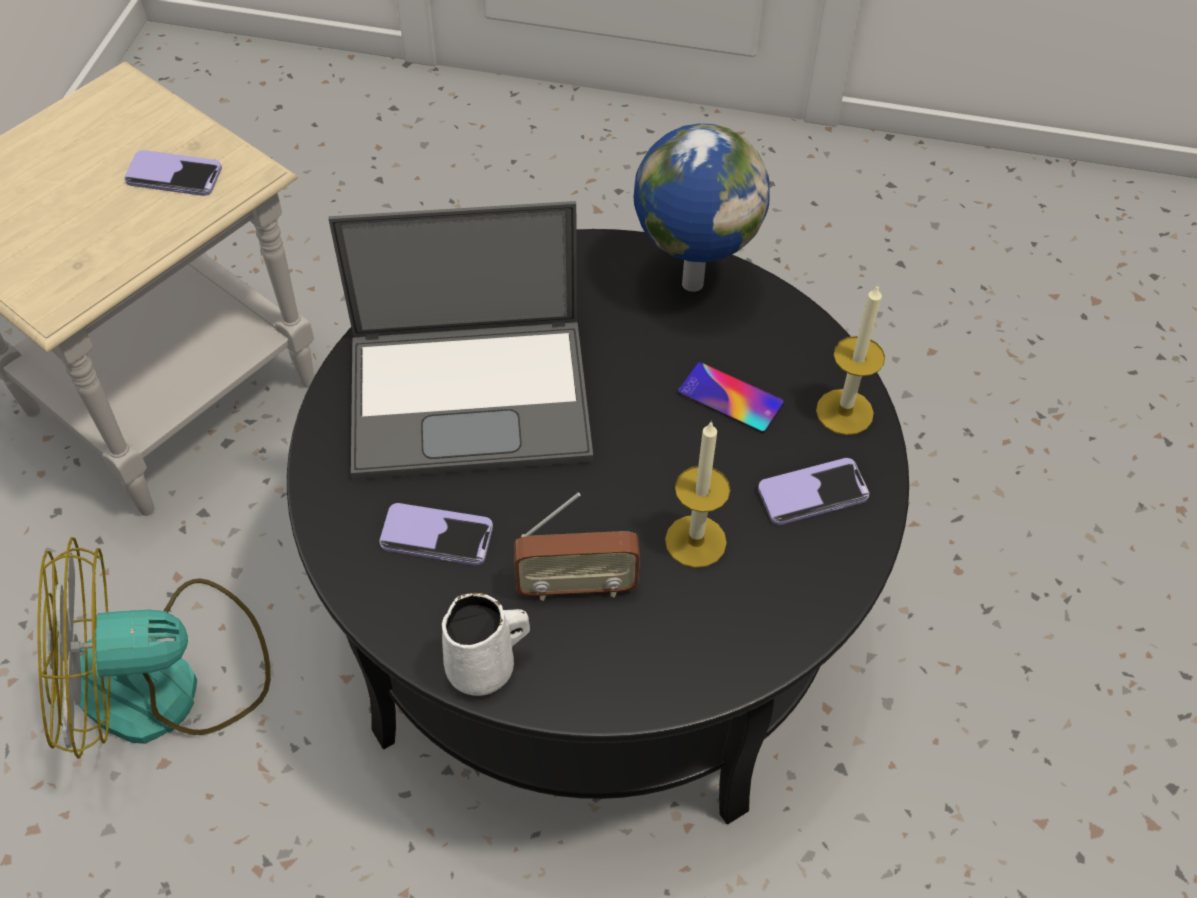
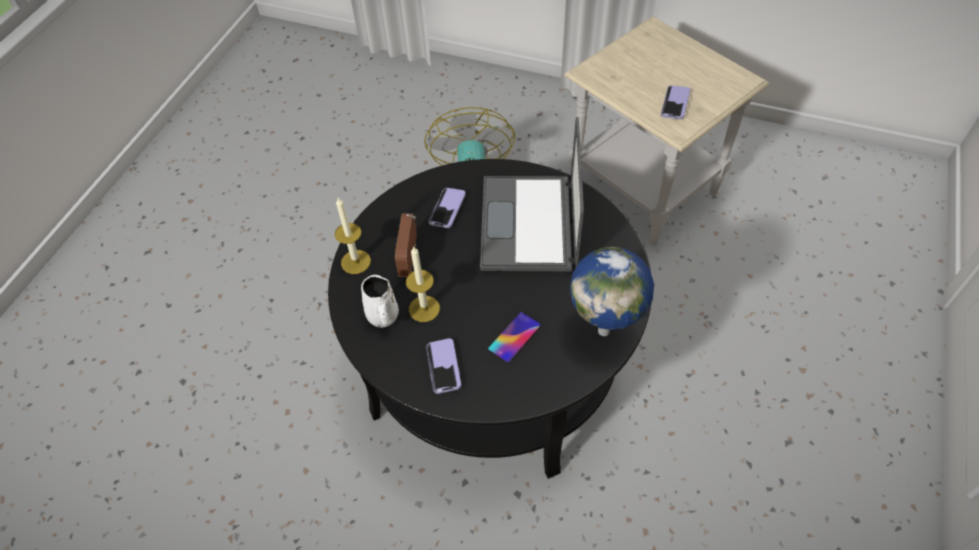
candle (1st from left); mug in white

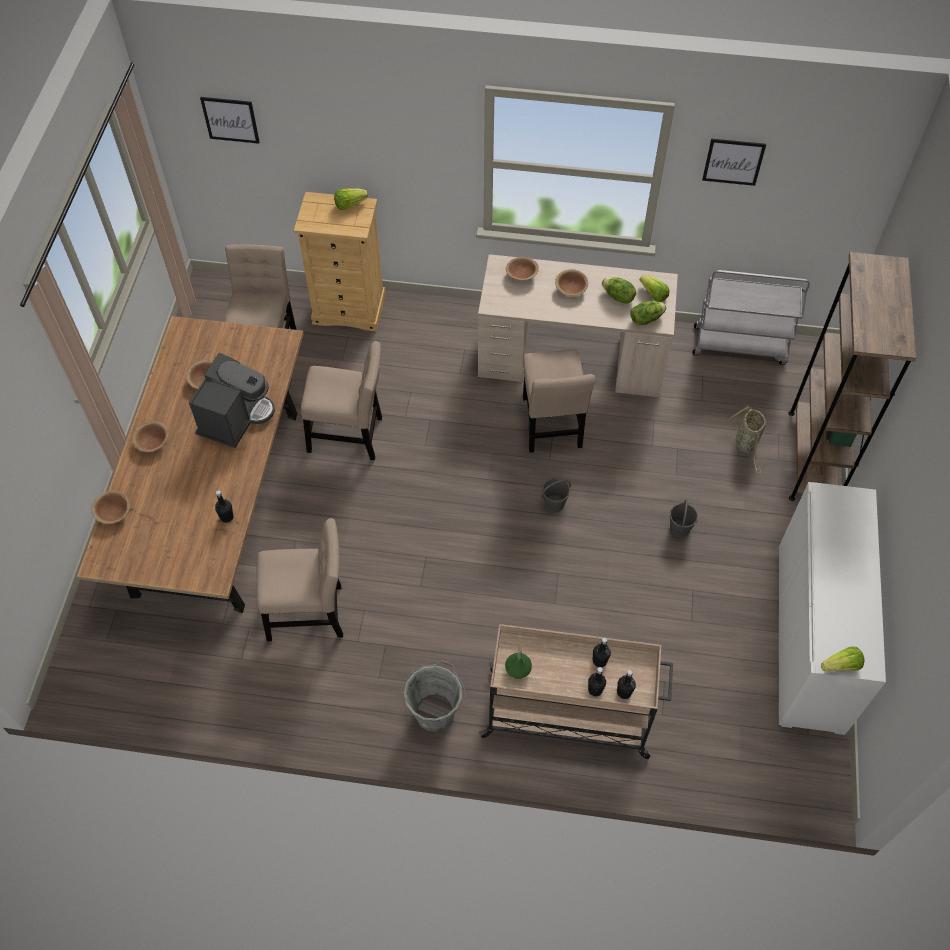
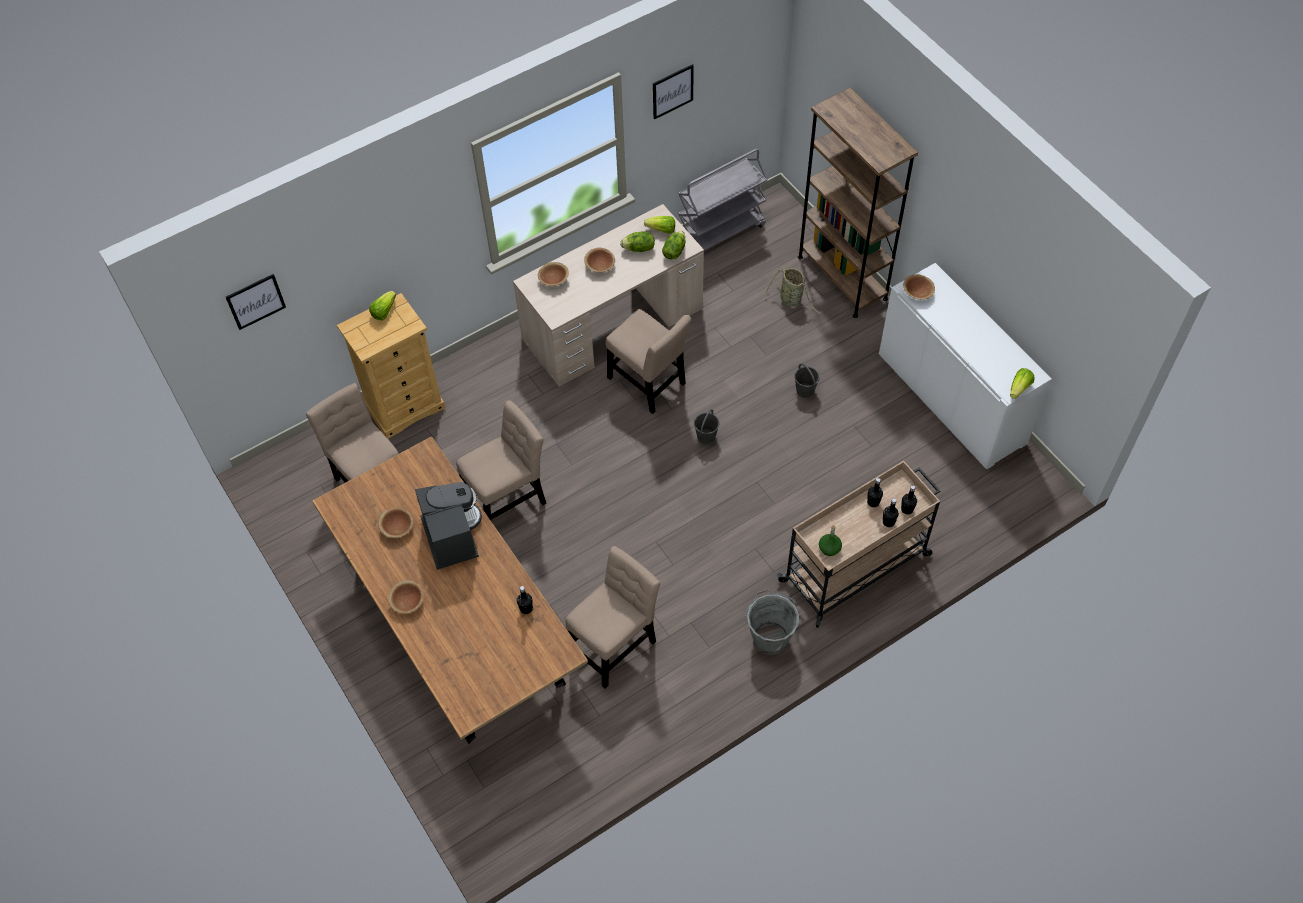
bowl in brown (5th from left)

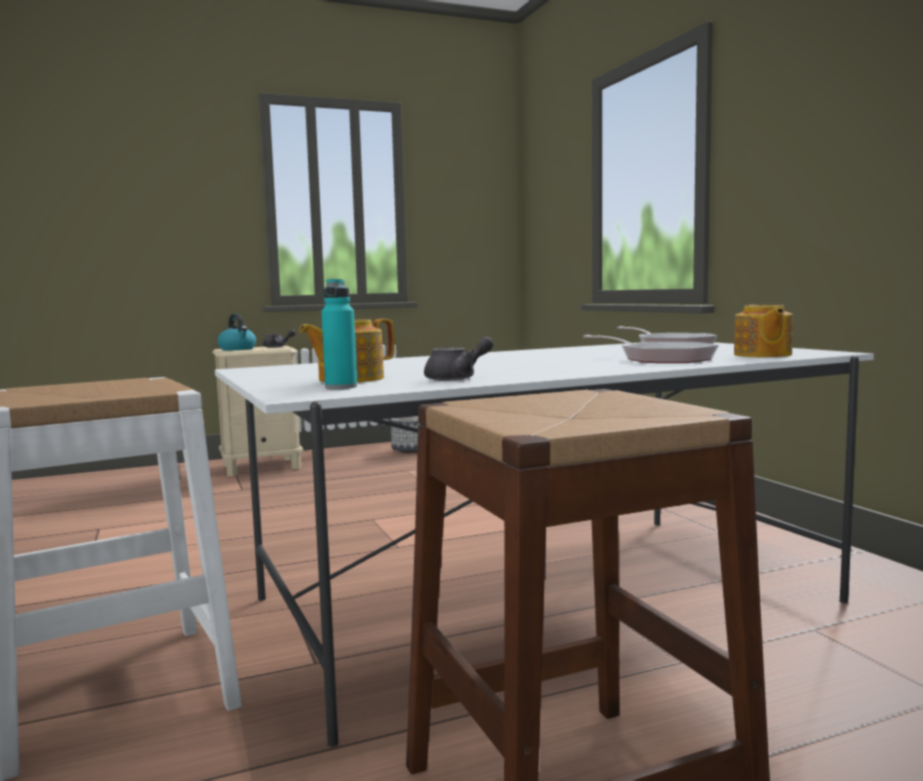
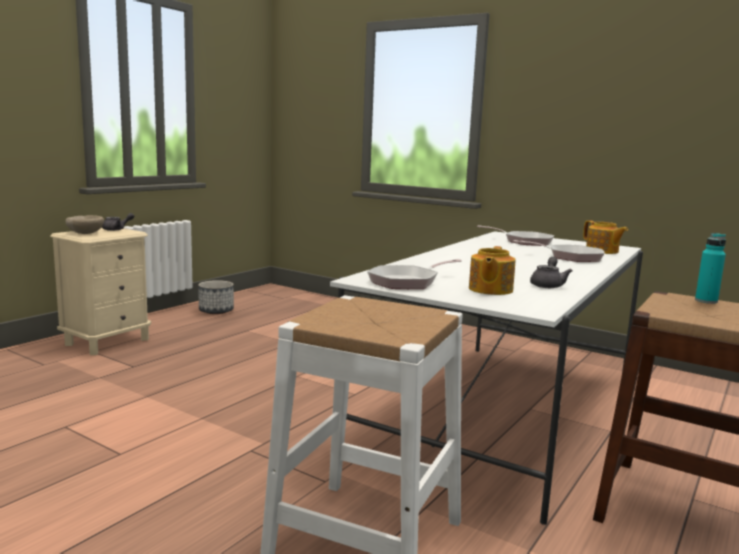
bottle in turquoise; bowl in beige; frying pan (1st from left)

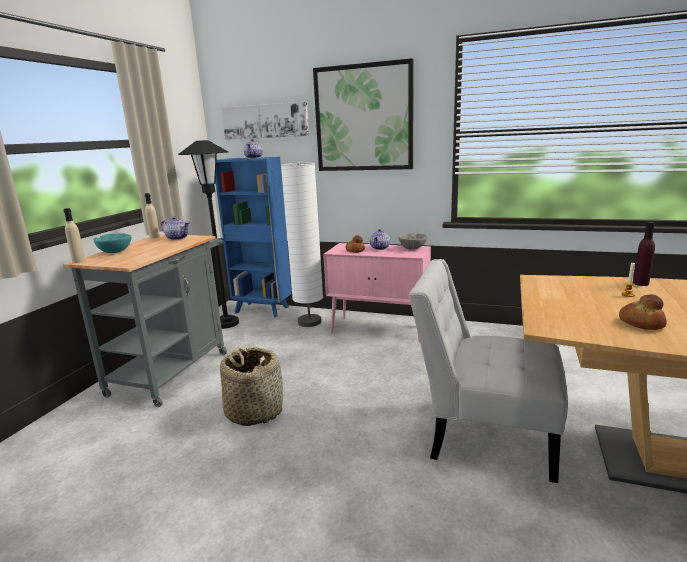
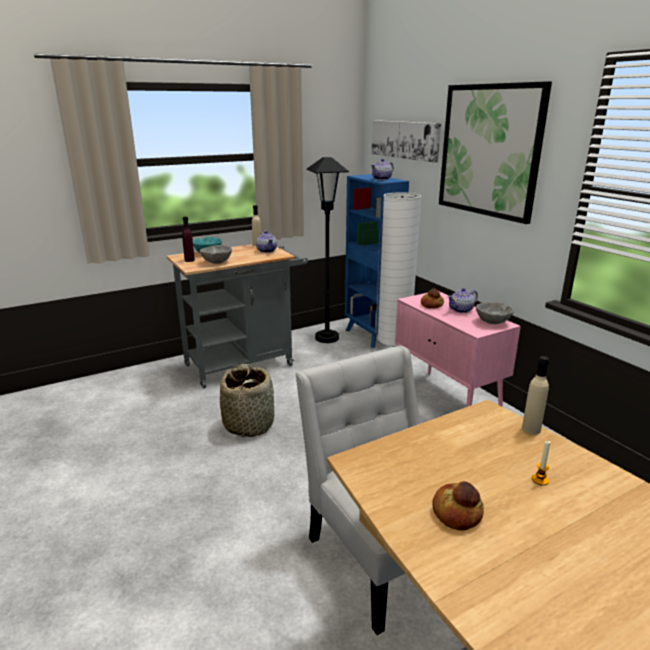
bottle in beige (2nd from left); bottle in purple; bowl in grey (1st from left)

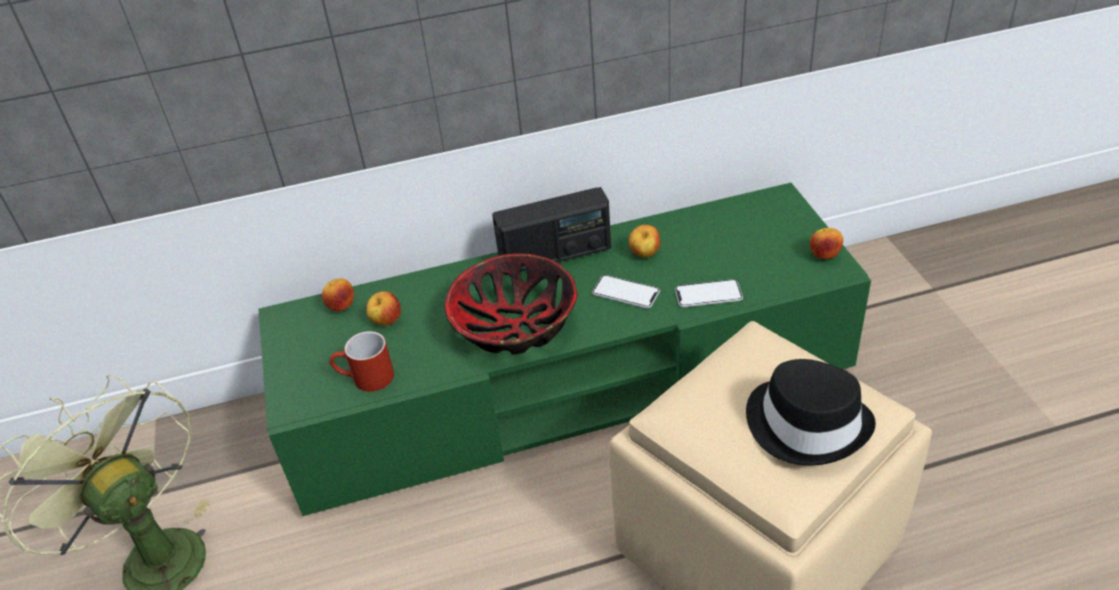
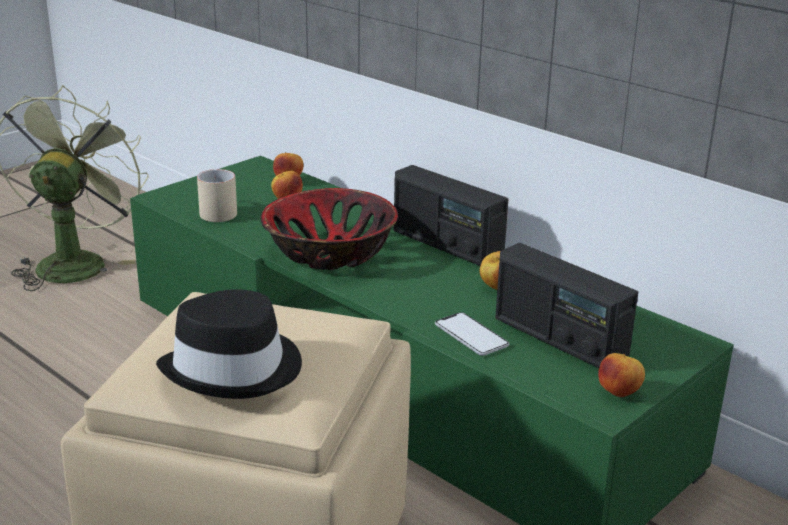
phone (1st from left in the first image); mug in beige; radio (2nd from left)

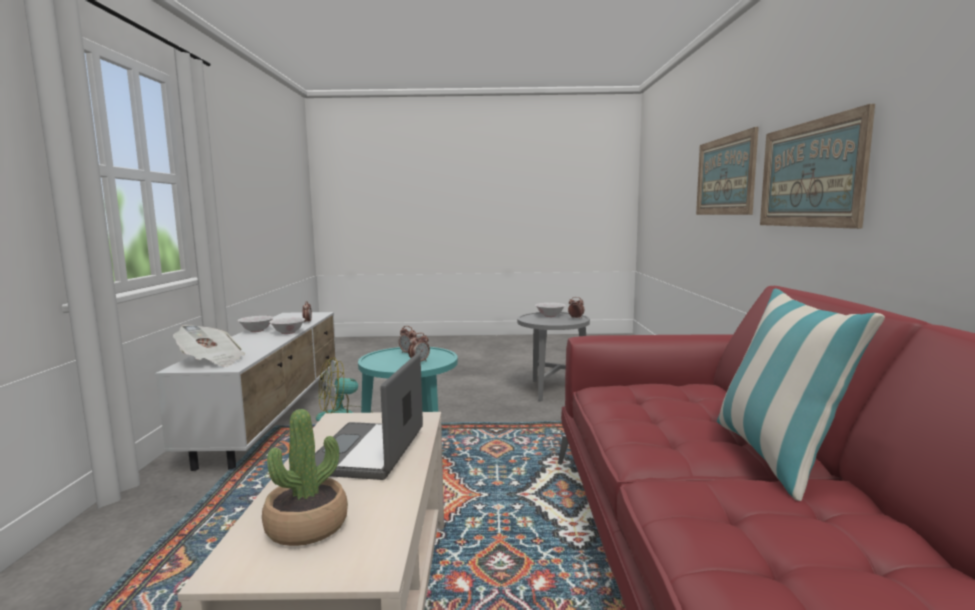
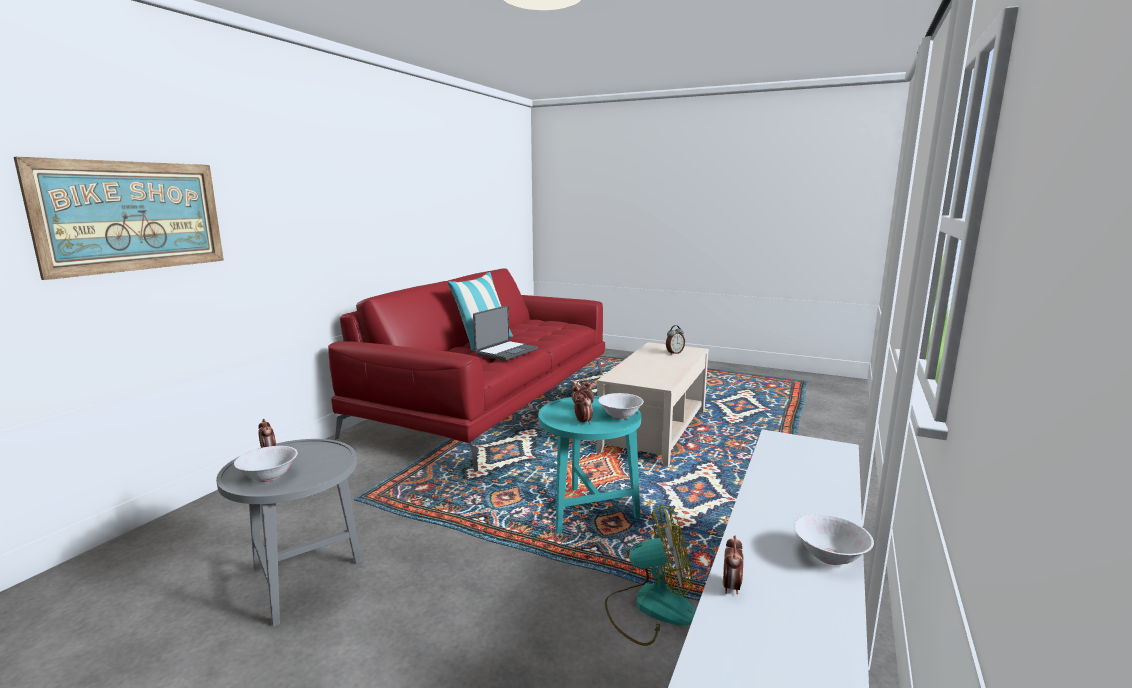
picture (2nd from left in the first image); bowl in white (2nd from left); newspaper; laptop; alarm clock (4th from left)

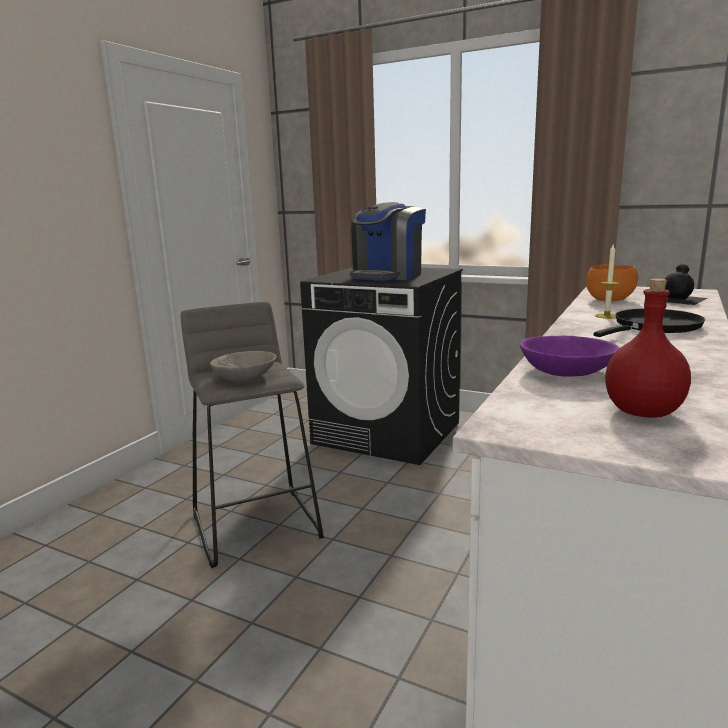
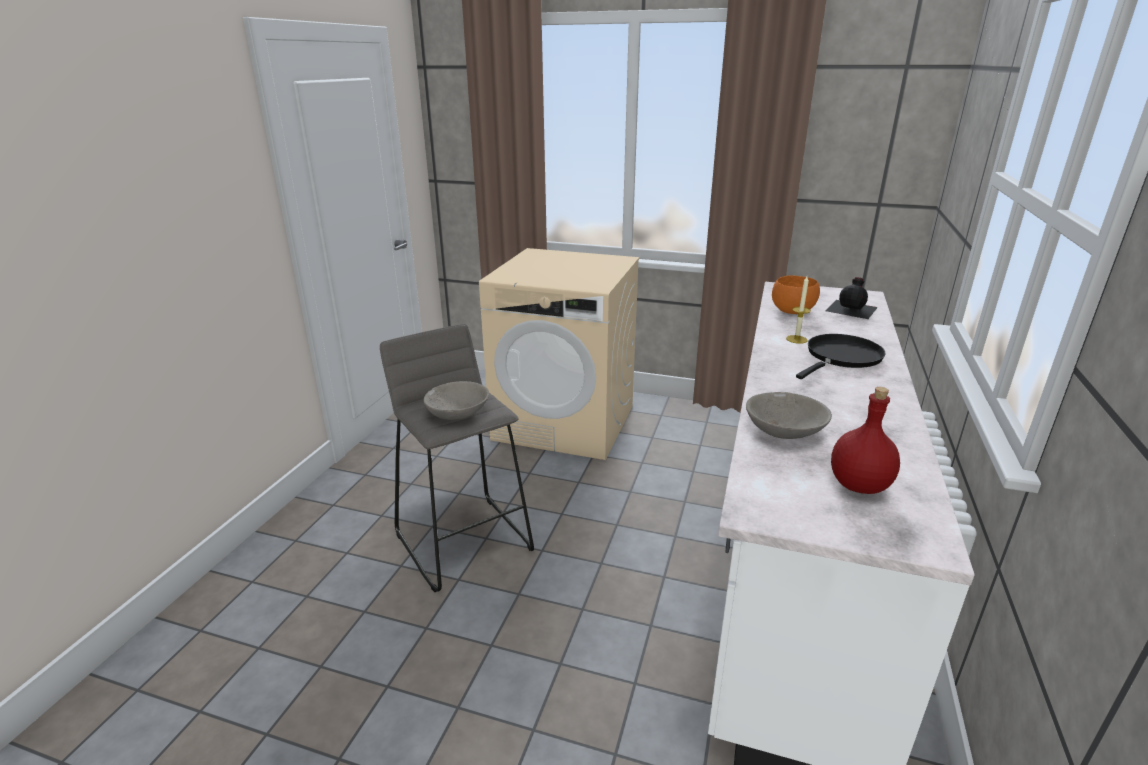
coffee machine; washing machine in beige; bowl in grey (2nd from left)

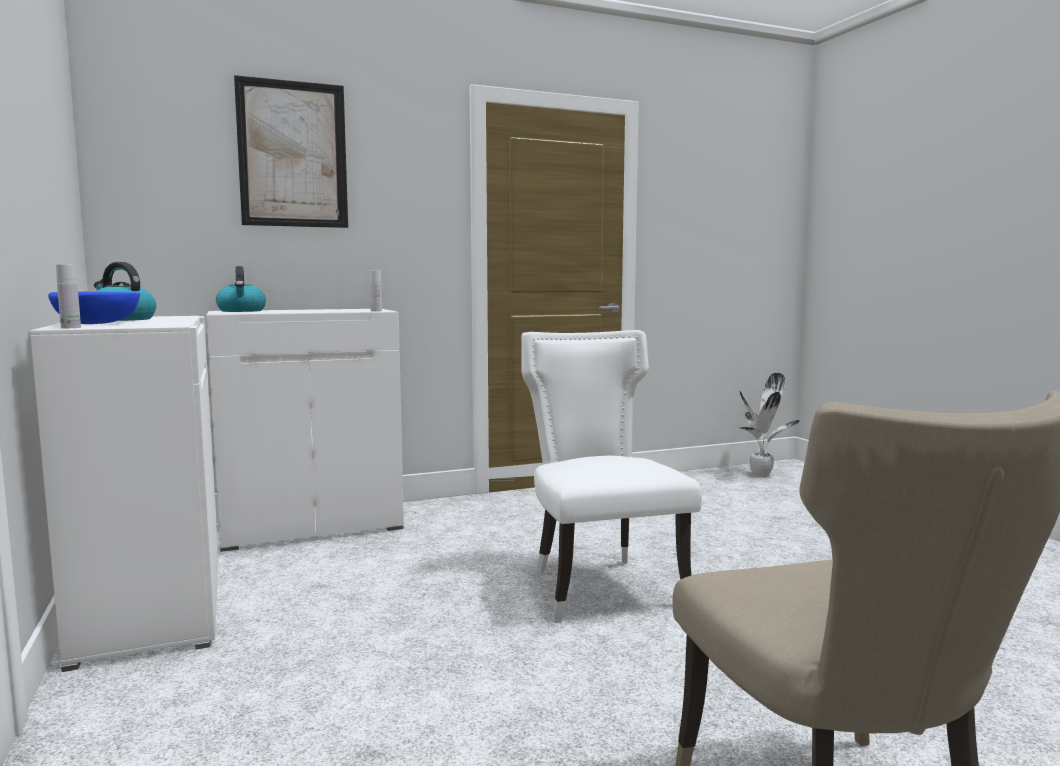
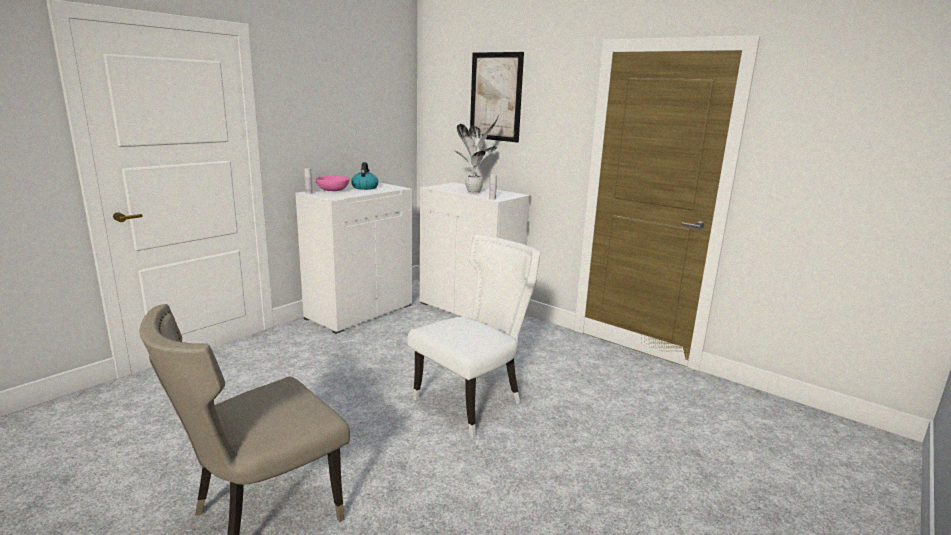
kettle (2nd from left in the first image); bowl in pink; potted plant

